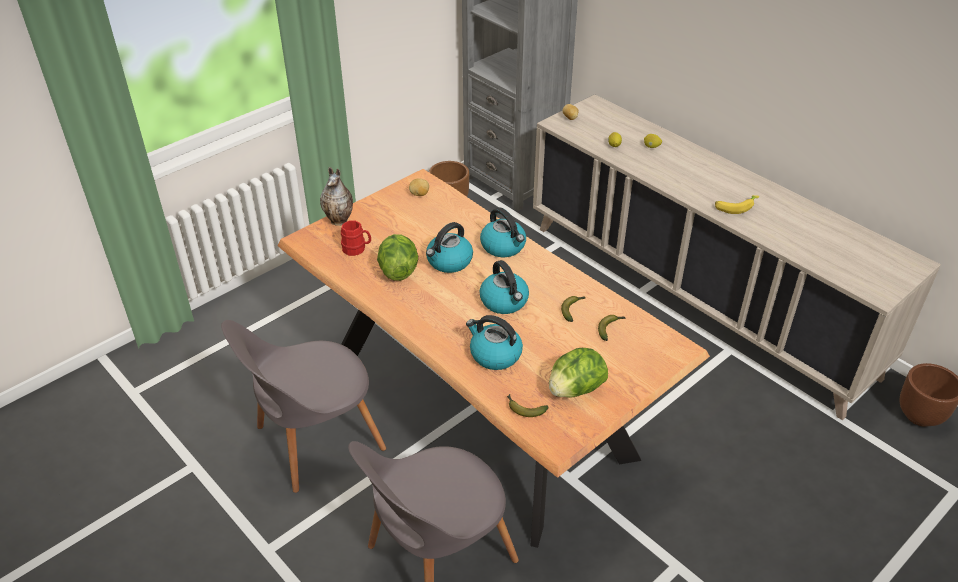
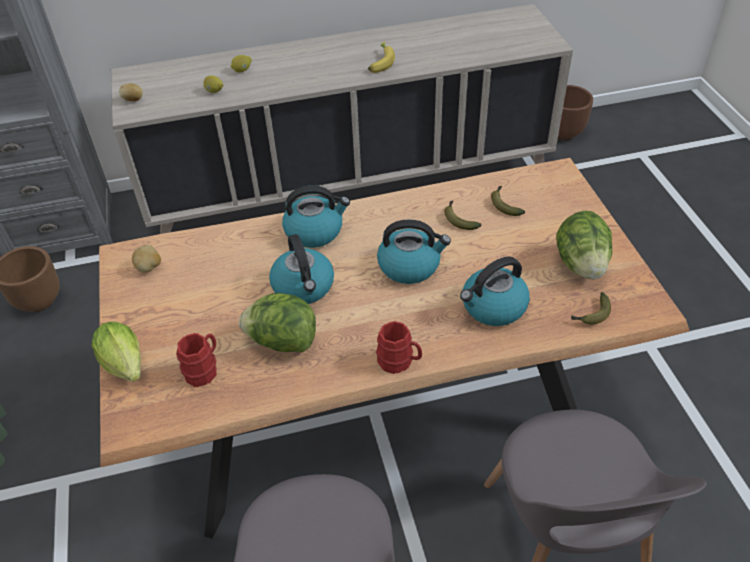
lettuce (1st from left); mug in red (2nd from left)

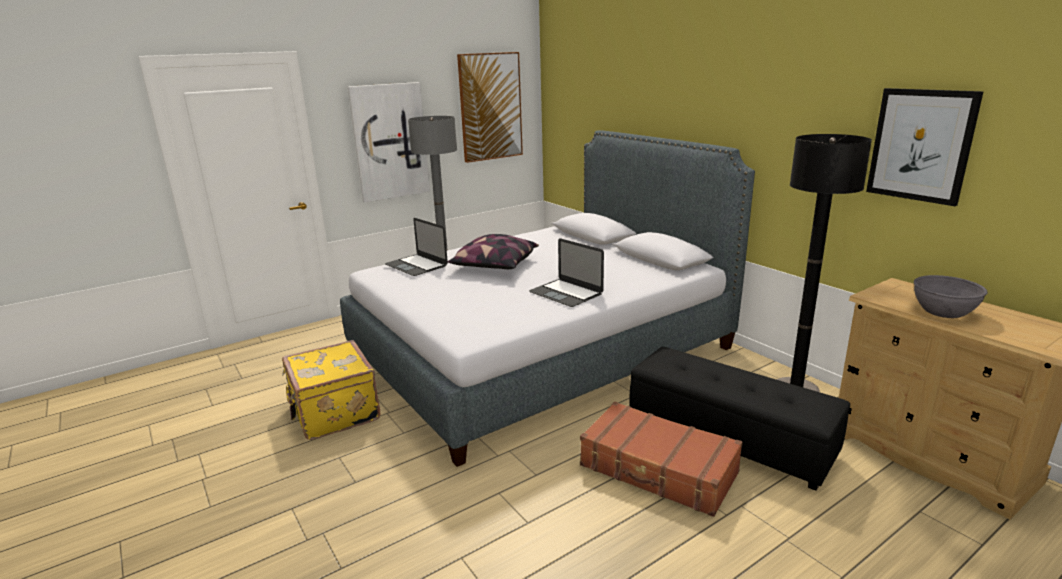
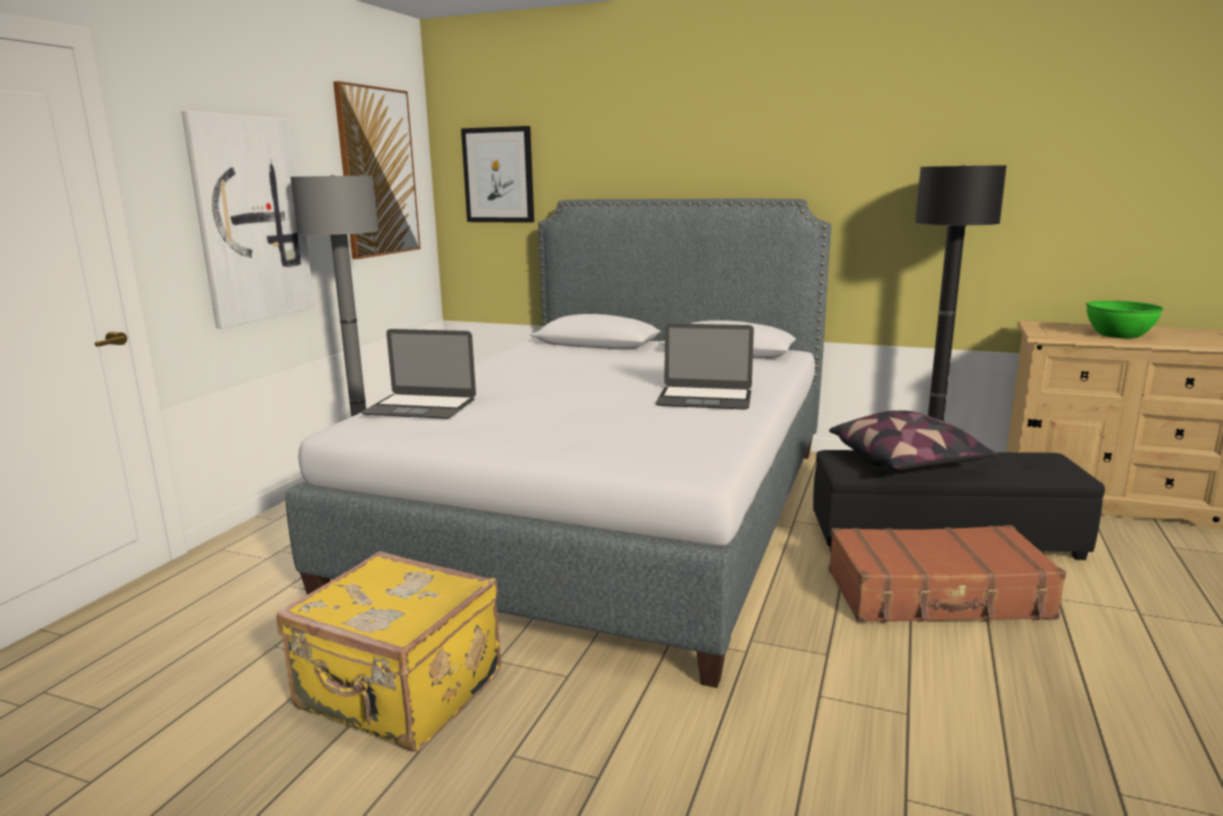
picture (3rd from left); pillow; bowl in green

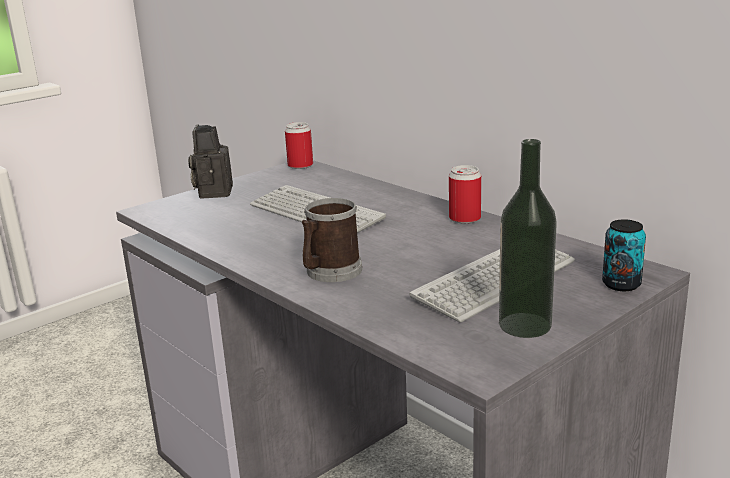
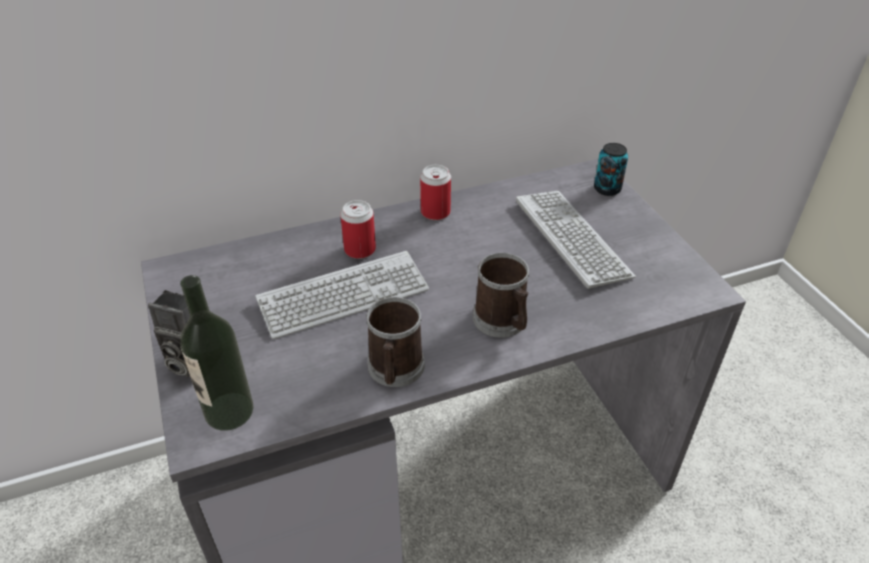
can (1st from left); bottle; mug (1st from left)

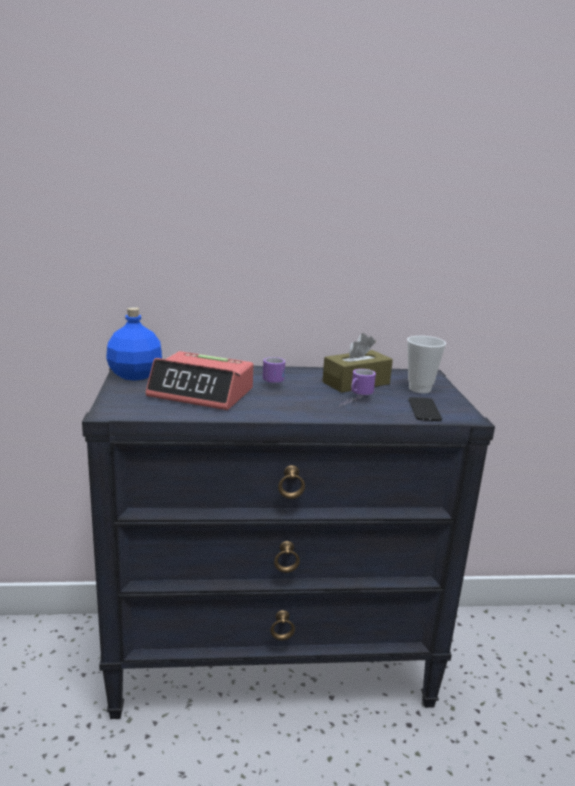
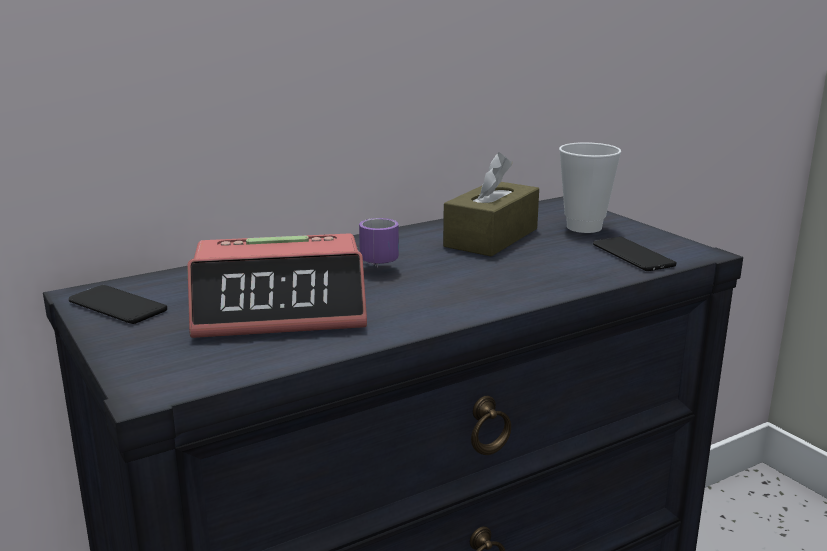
phone (1st from left); mug (2nd from left in the first image)

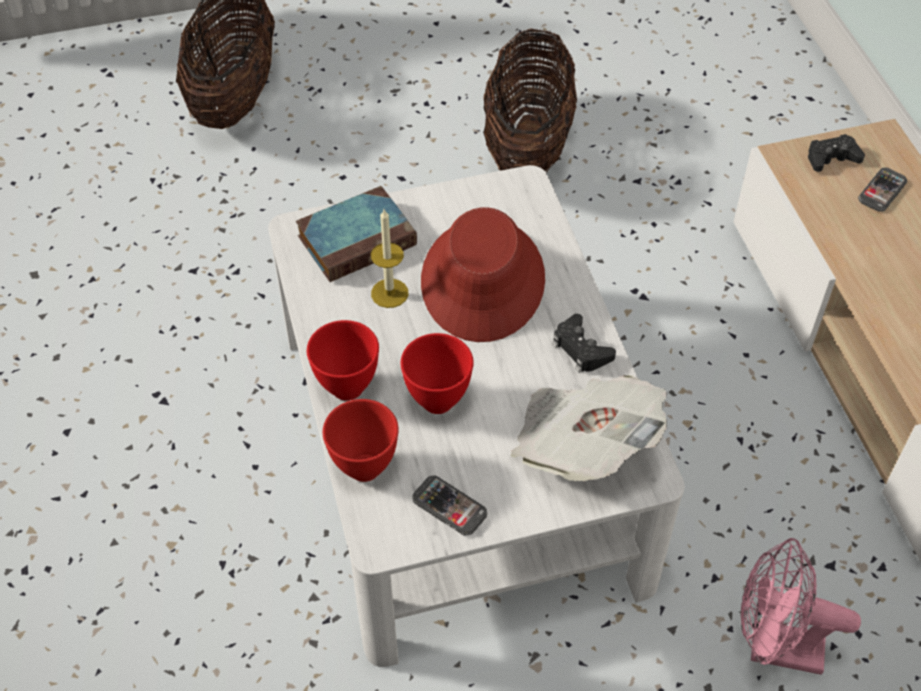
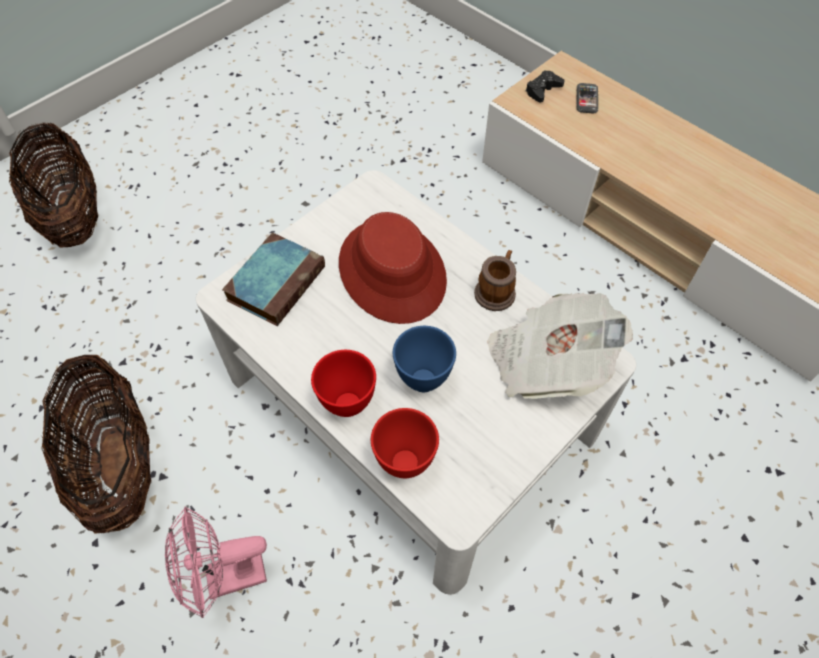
basket (2nd from left); candle; mug; bowl in blue; phone (1st from left in the first image); fan in pink

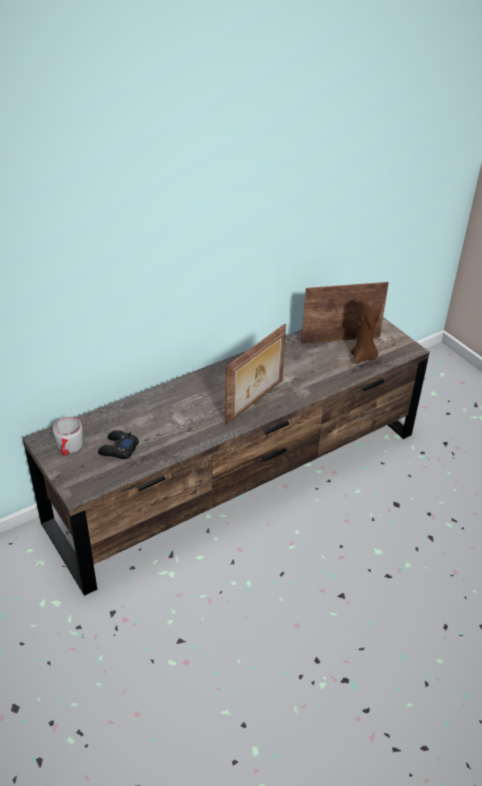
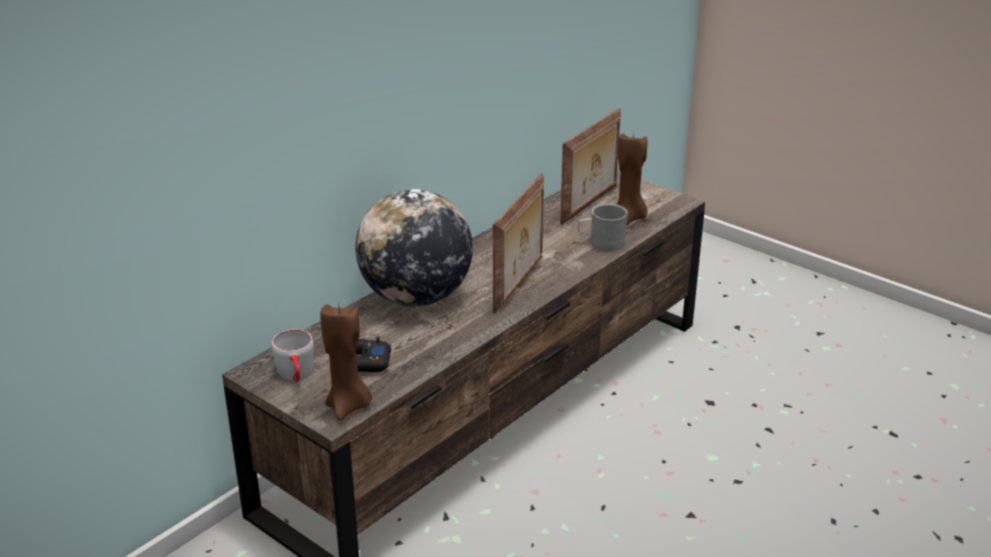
picture frame (2nd from left); globe; mug in grey (2nd from left); candle in brown (1st from left)

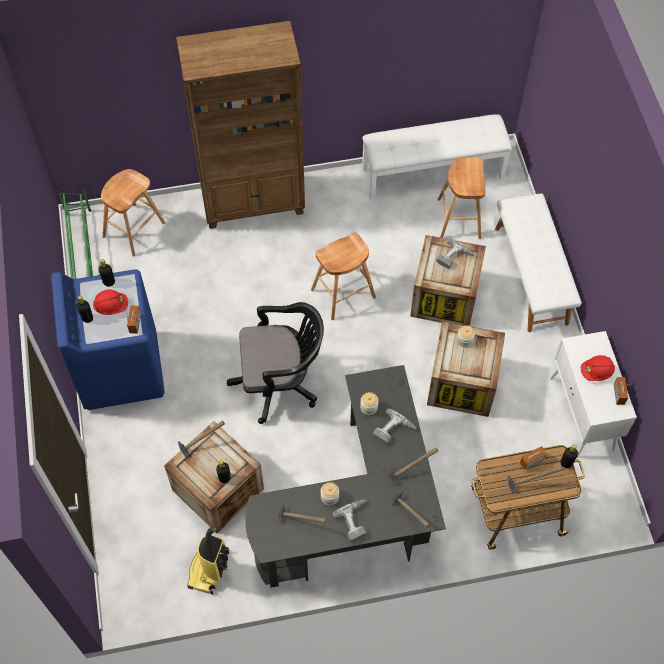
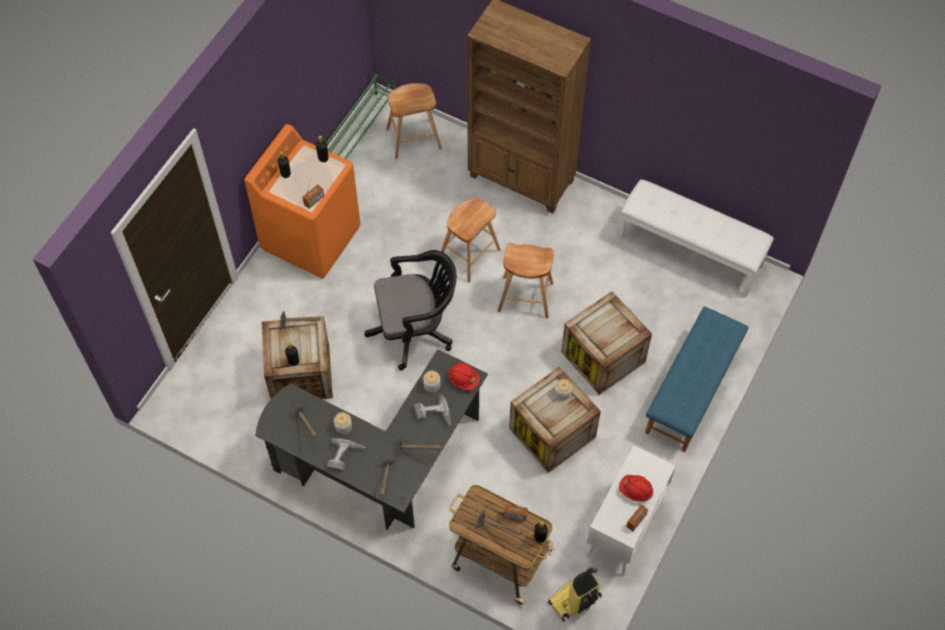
stool in brown (2nd from left); bench in blue; power drill (3rd from left in the first image); washing machine in orange; hard hat in red (1st from left); office chair in black; vacuum cleaner

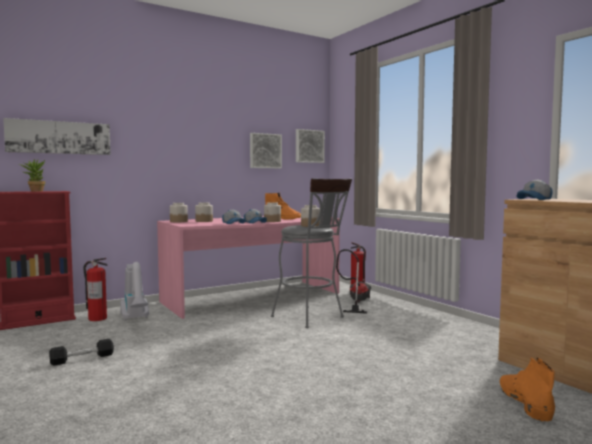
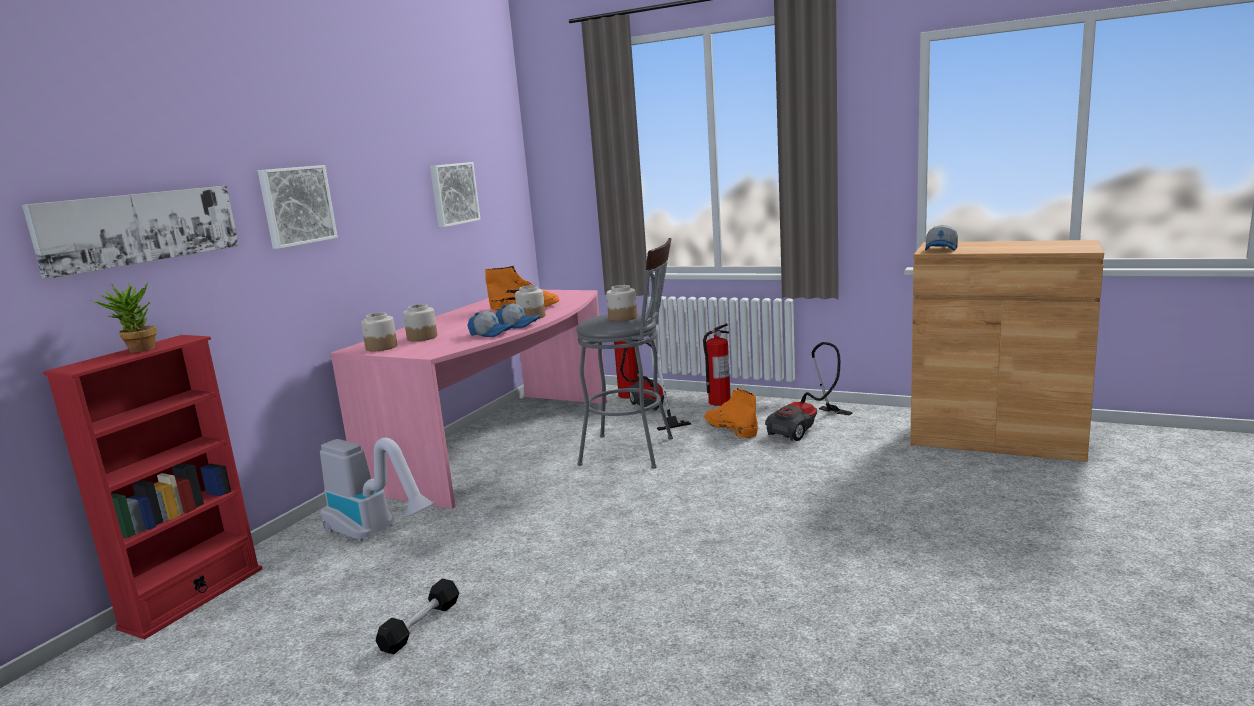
picture (2nd from left); fire extinguisher (2nd from left); boot in orange (2nd from left); vacuum cleaner (3rd from left)

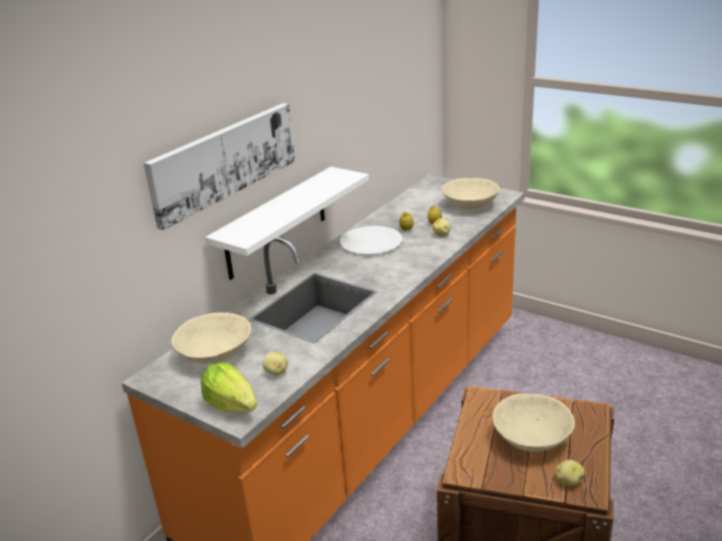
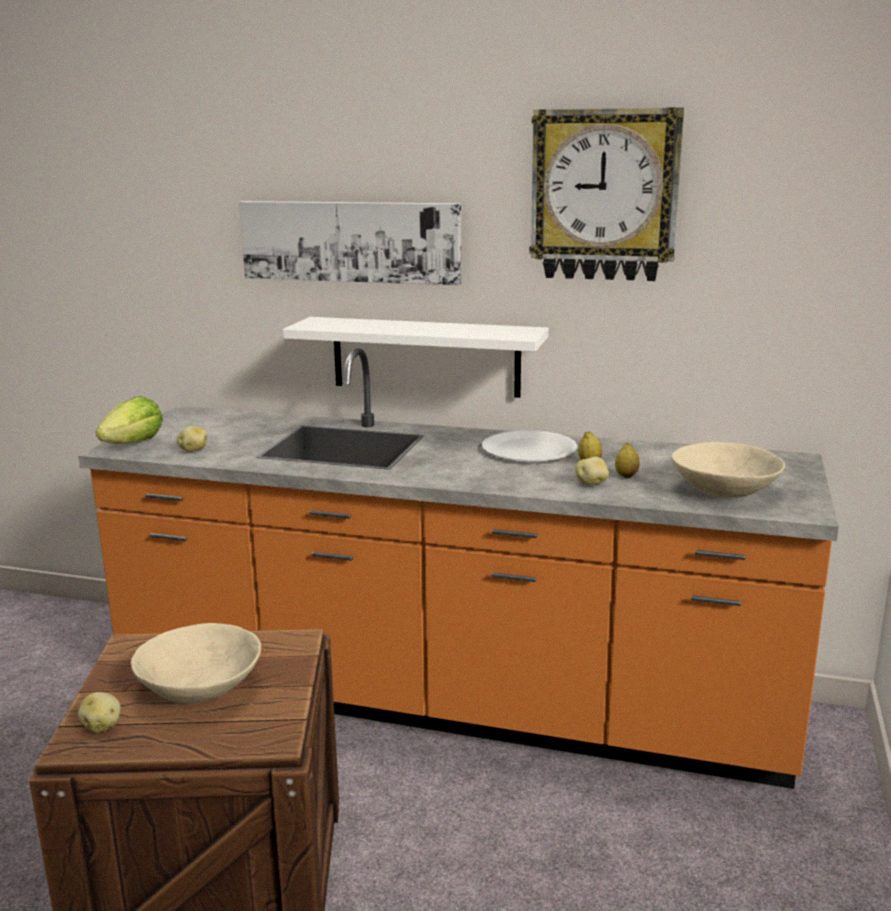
bowl in beige (1st from left in the first image); wall clock

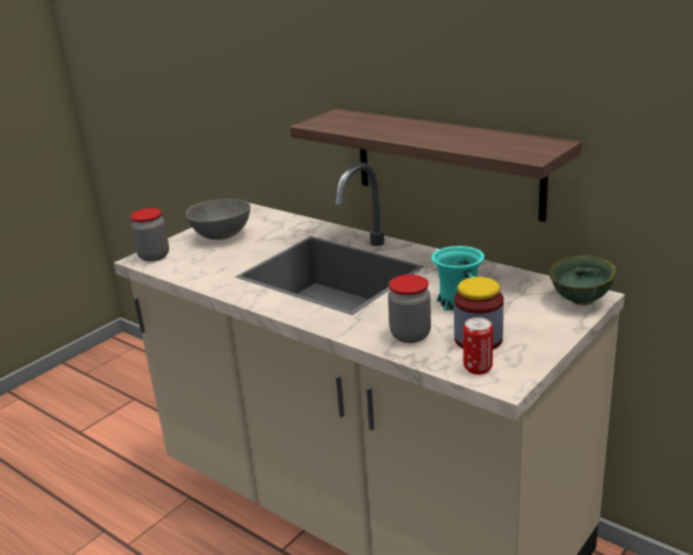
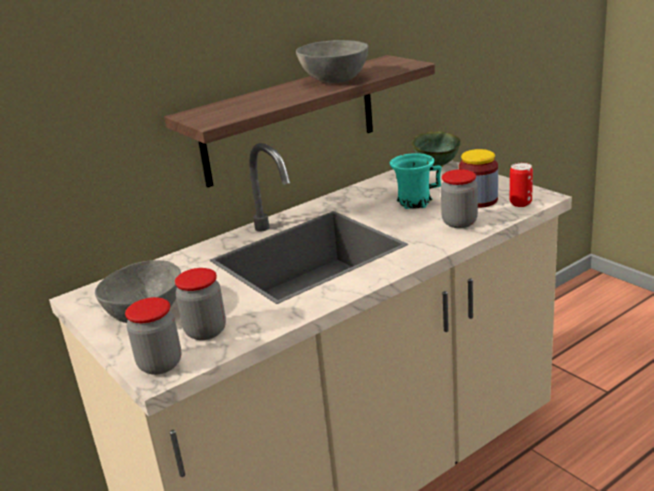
bowl in grey (2nd from left); jar (2nd from left)

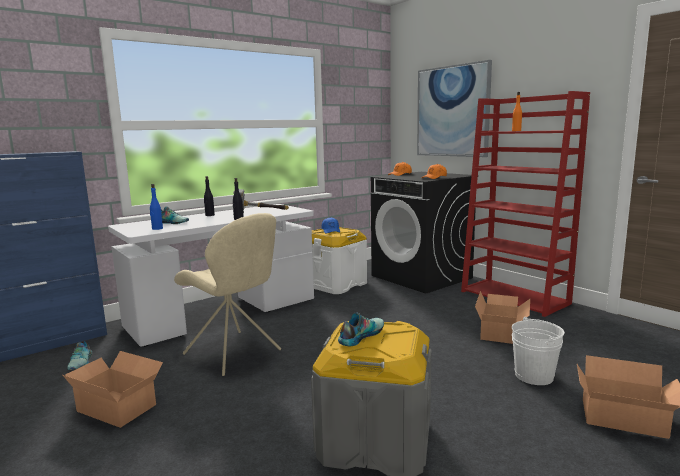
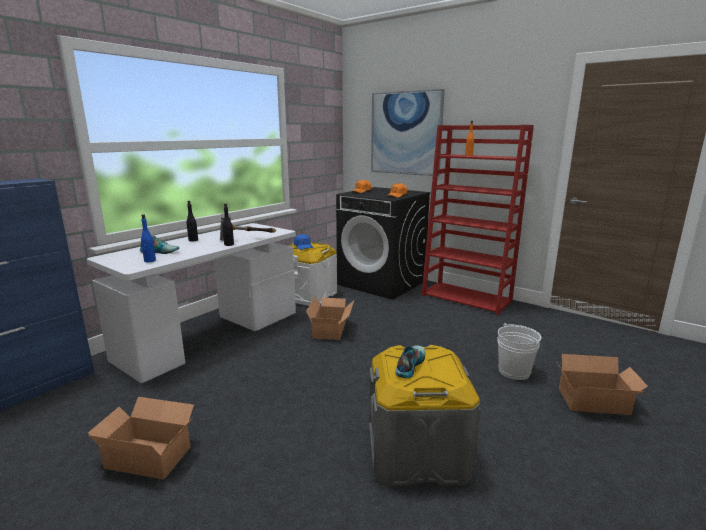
chair in beige; cardboard box (2nd from left); shoe (1st from left in the first image)

